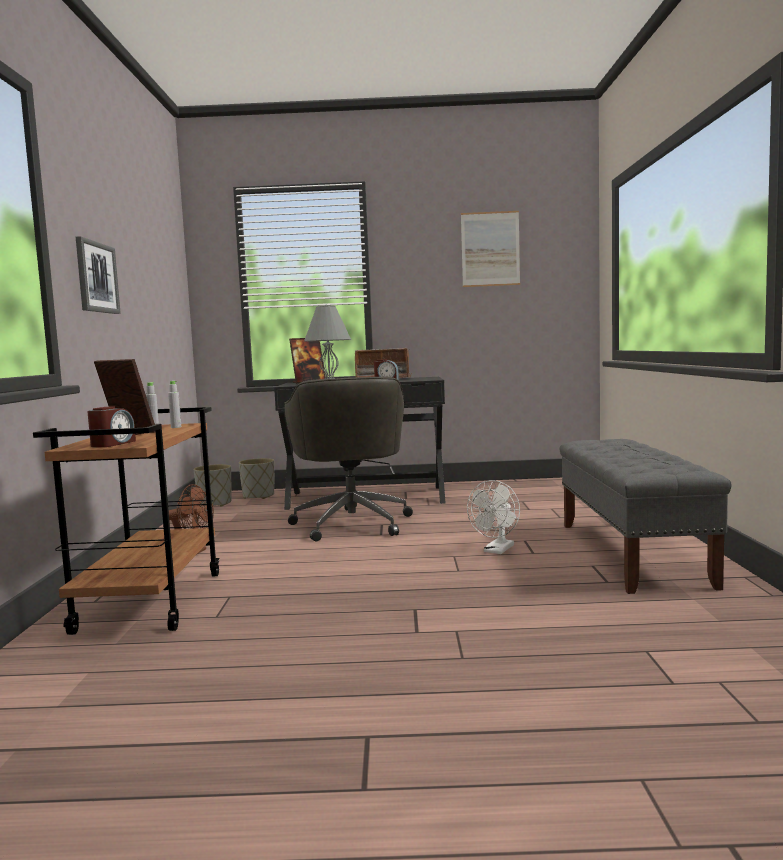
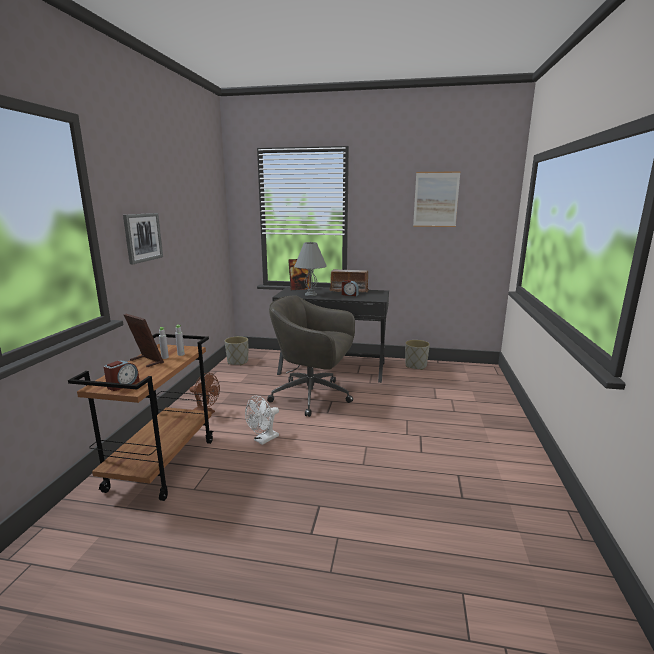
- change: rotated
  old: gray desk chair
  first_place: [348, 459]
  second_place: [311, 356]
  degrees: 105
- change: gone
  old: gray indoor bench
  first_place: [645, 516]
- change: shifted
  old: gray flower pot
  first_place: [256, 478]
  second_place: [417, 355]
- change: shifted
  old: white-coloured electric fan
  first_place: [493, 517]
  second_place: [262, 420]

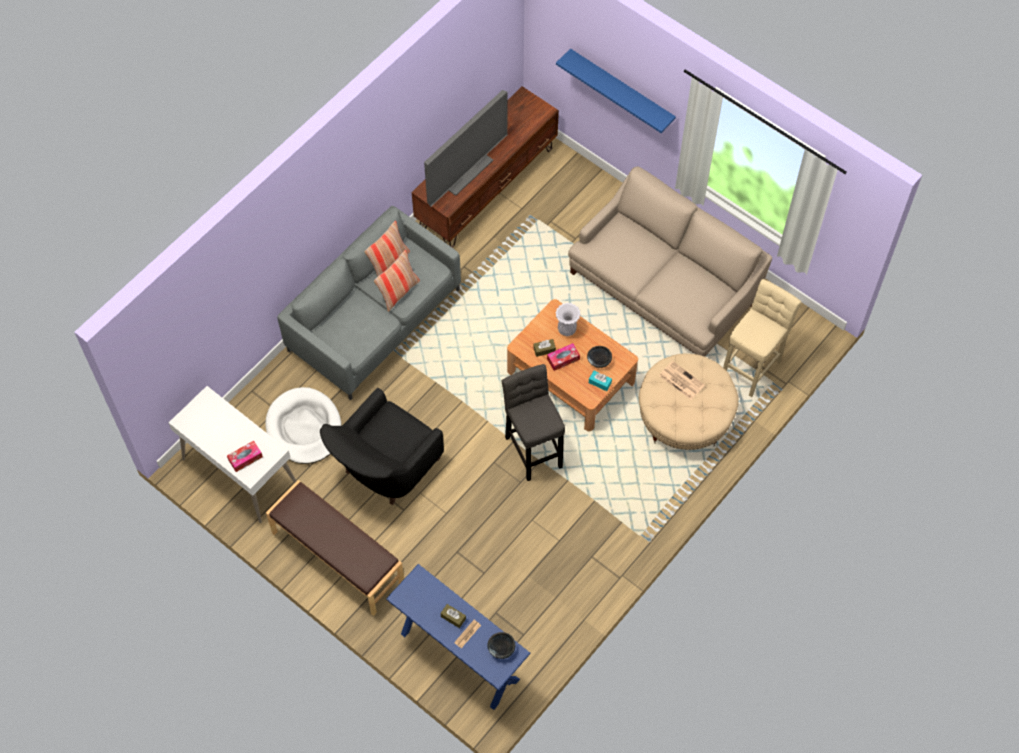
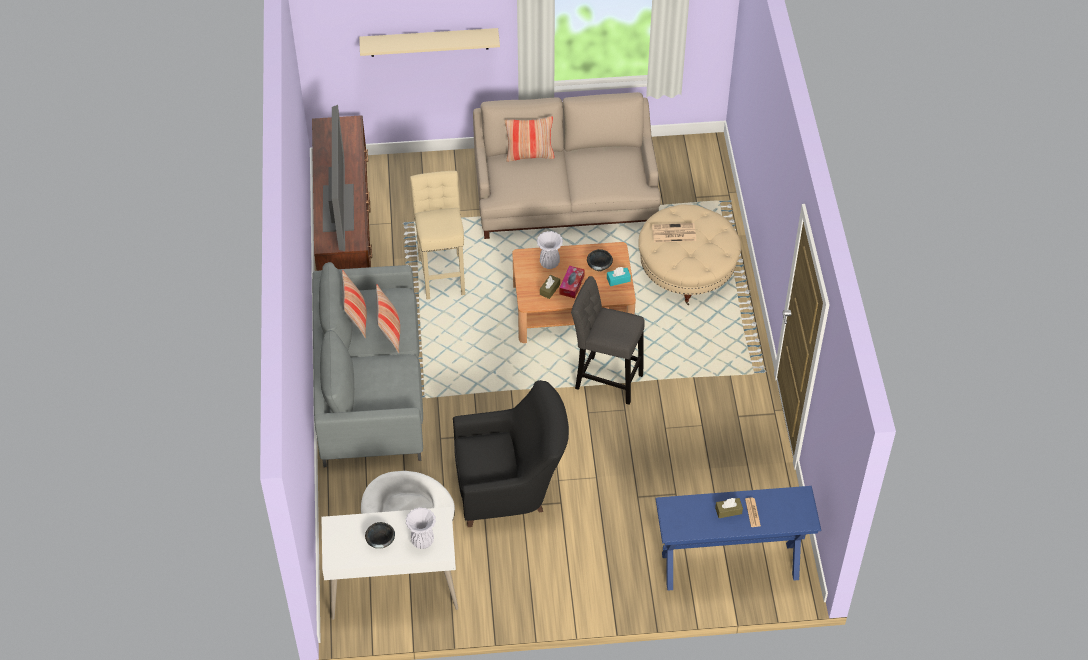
- change: repainted
  old: bluish shelf
  new: sand-coloured shelf
  first_place: [616, 91]
  second_place: [429, 42]
- change: shifted
  old: sand-coloured stool seat
  first_place: [762, 338]
  second_place: [437, 235]
- change: rotated
  old: black-coloured armchair
  first_place: [382, 446]
  second_place: [511, 453]
  degrees: -90
- change: swapped
  old: tissue holder
  new: white-coloured vase
  first_place: [245, 456]
  second_place: [421, 528]
- change: gone
  old: brown indoor bench
  first_place: [335, 548]
- change: shifted
  old: black-coloured serving bowl
  first_place: [501, 645]
  second_place: [380, 535]
- change: new
  new: throw pillow
  second_place: [530, 139]

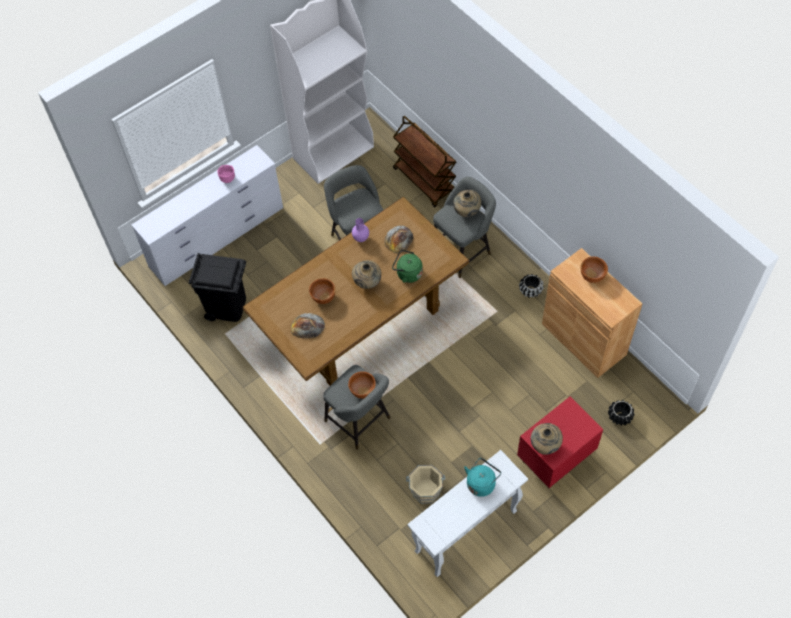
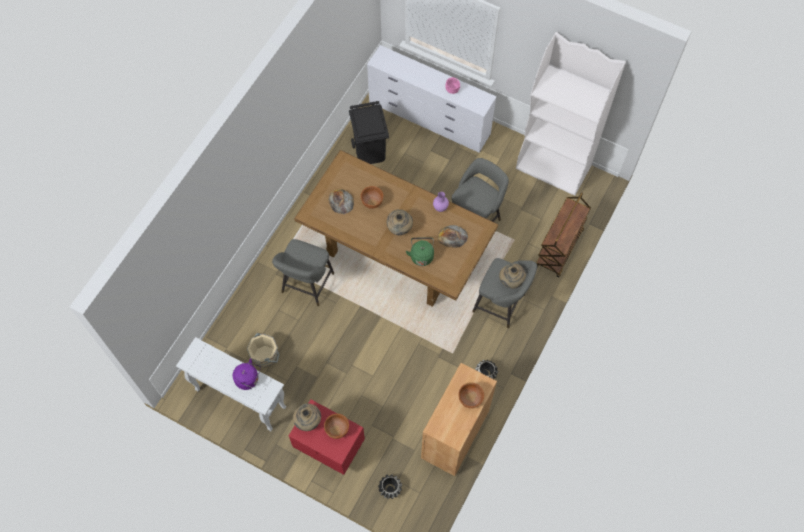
- change: shifted
  old: brown serving bowl
  first_place: [362, 385]
  second_place: [336, 426]
- change: repainted
  old: blue-green tea kettle
  new: purple-coloured tea kettle
  first_place: [482, 477]
  second_place: [247, 374]

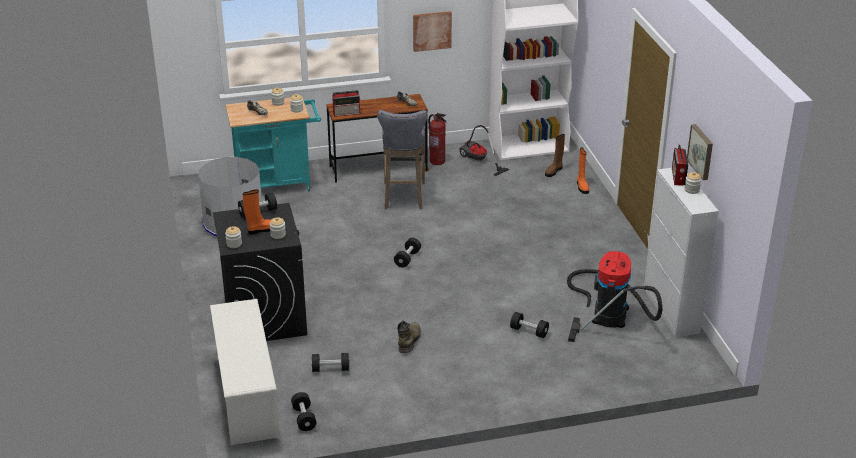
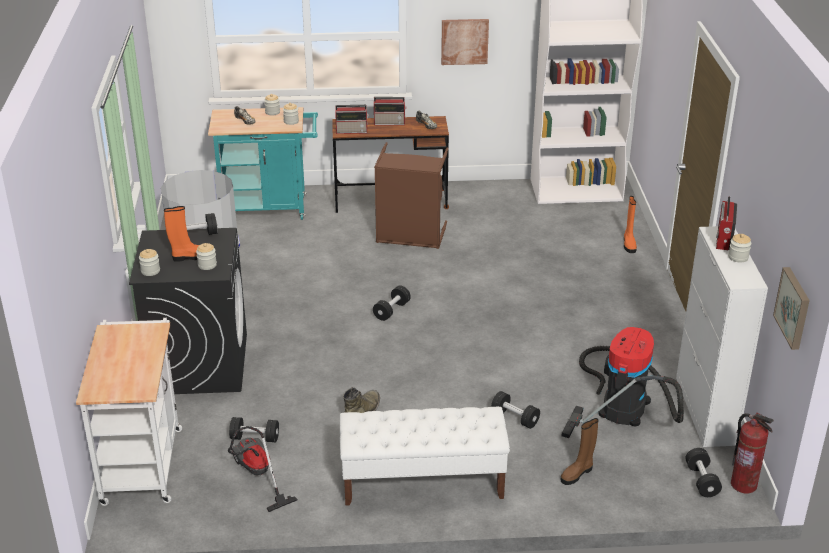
- change: swapped
  old: gray stool seat
  new: brown laundry basket
  first_place: [402, 160]
  second_place: [411, 195]
- change: shifted
  old: fire extinguisher
  first_place: [437, 139]
  second_place: [752, 453]
- change: shifted
  old: picture
  first_place: [700, 152]
  second_place: [791, 308]
- change: shifted
  old: hoover
  first_place: [484, 150]
  second_place: [263, 469]
- change: shifted
  old: brown tall boot
  first_place: [555, 155]
  second_place: [579, 451]
- change: swapped
  old: white-coloured shoe rack
  new: white-coloured wheeled cart
  first_place: [245, 372]
  second_place: [129, 412]
- change: shifted
  old: black-coloured free weight
  first_place: [304, 411]
  second_place: [703, 472]
- change: new
  new: radio receiver
  second_place: [390, 111]
- change: new
  new: white-coloured indoor bench
  second_place: [425, 456]

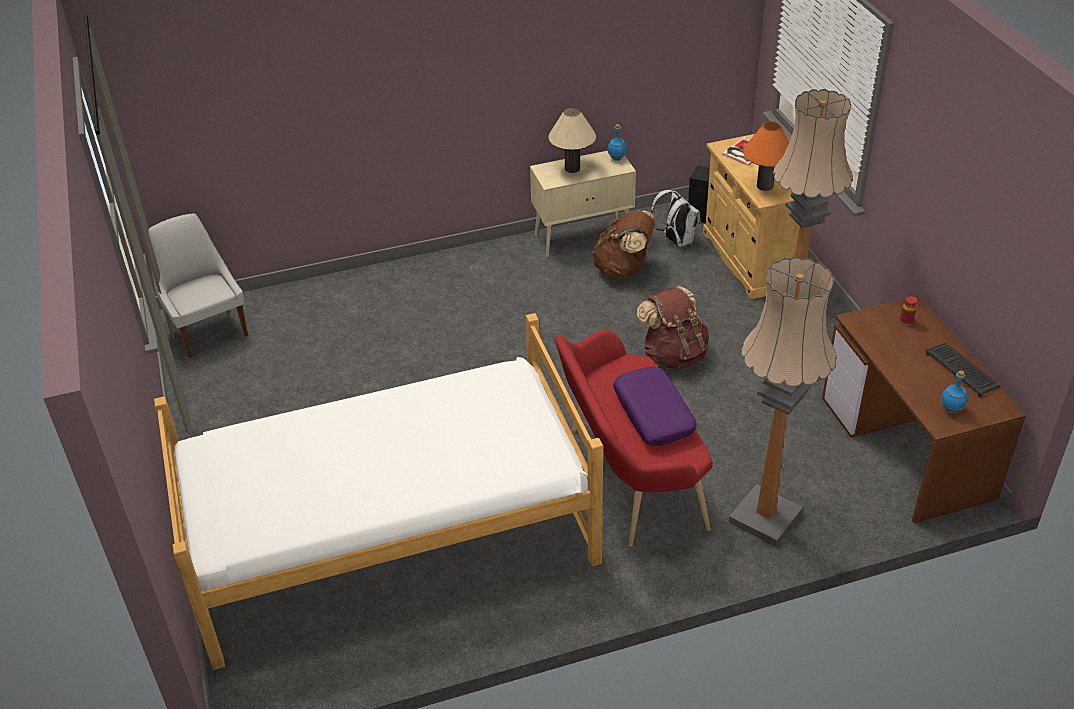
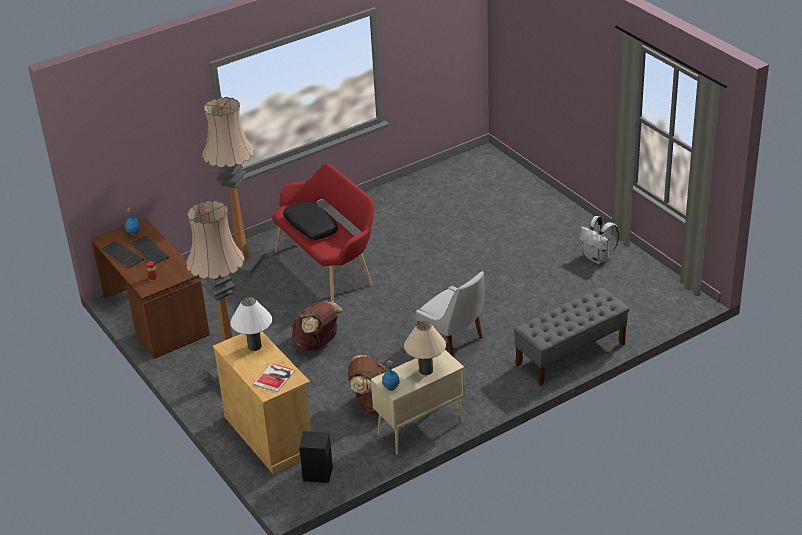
- change: repainted
  old: orange-coloured lamp for a table
  new: white-coloured lamp for a table
  first_place: [766, 156]
  second_place: [251, 324]
- change: shifted
  old: white-coloured rucksack
  first_place: [675, 218]
  second_place: [599, 240]
- change: shifted
  old: white-coloured chair
  first_place: [198, 286]
  second_place: [450, 314]
- change: gone
  old: bedroom bed
  first_place: [378, 491]
- change: repainted
  old: purple-coloured throw pillow
  new: black-coloured throw pillow
  first_place: [655, 406]
  second_place: [310, 220]
- change: new
  new: computer keyboard
  second_place: [150, 250]
- change: new
  new: gray indoor bench
  second_place: [572, 337]

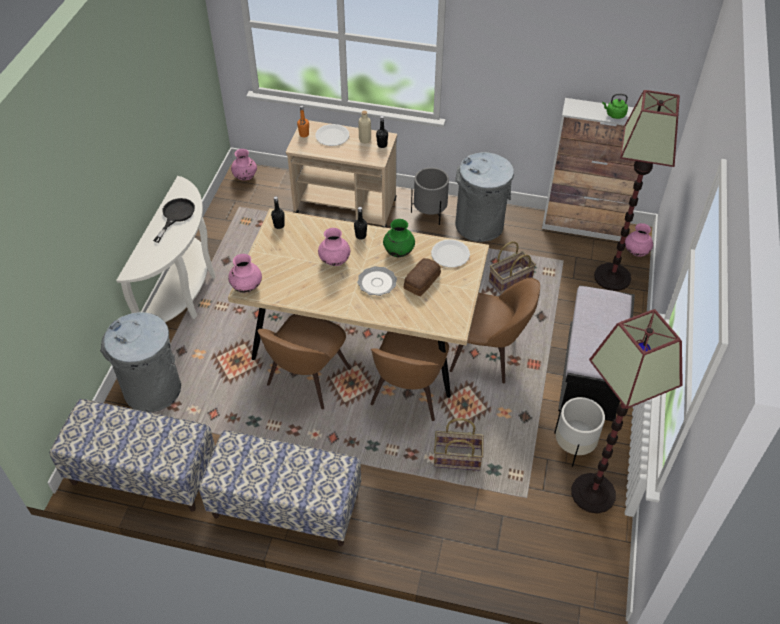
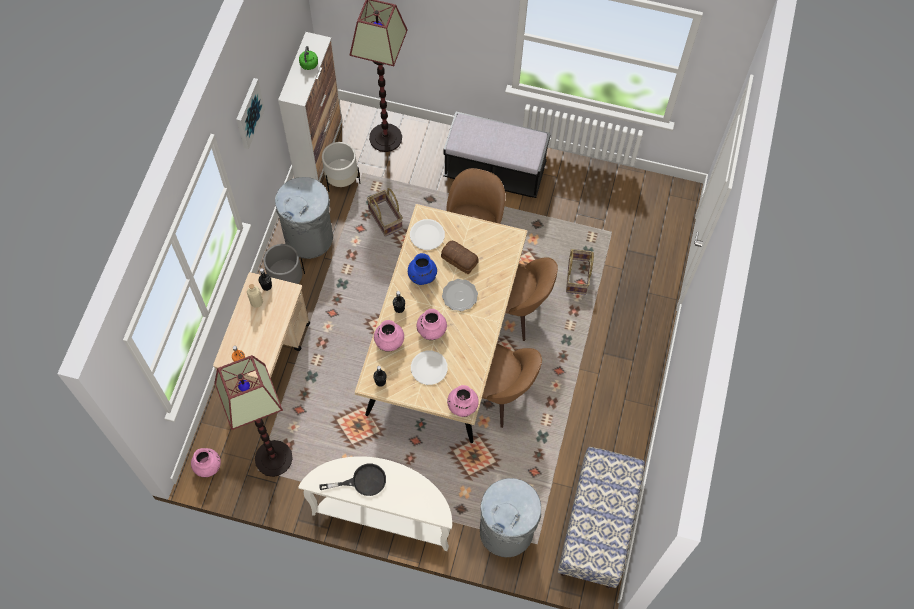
- change: shifted
  old: white-coloured flat dish
  first_place: [332, 135]
  second_place: [429, 368]
- change: rotated
  old: black-coloured pan
  first_place: [174, 220]
  second_place: [352, 480]
  degrees: 150
- change: repainted
  old: green vase
  new: bluish vase
  first_place: [399, 238]
  second_place: [422, 269]
- change: shifted
  old: pink-coloured vase
  first_place: [639, 240]
  second_place: [389, 336]
- change: shifted
  old: standing lamp
  first_place: [627, 411]
  second_place: [253, 416]
- change: shifted
  old: white-coloured flower pot
  first_place: [579, 432]
  second_place: [341, 167]
- change: gone
  old: indoor bench
  first_place: [280, 488]
- change: new
  new: picture
  second_place: [250, 113]

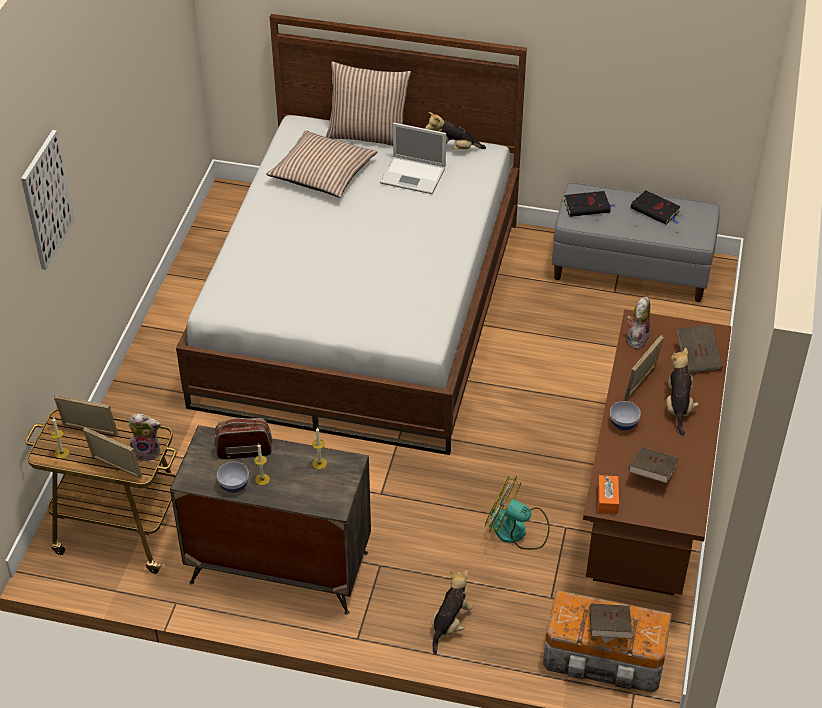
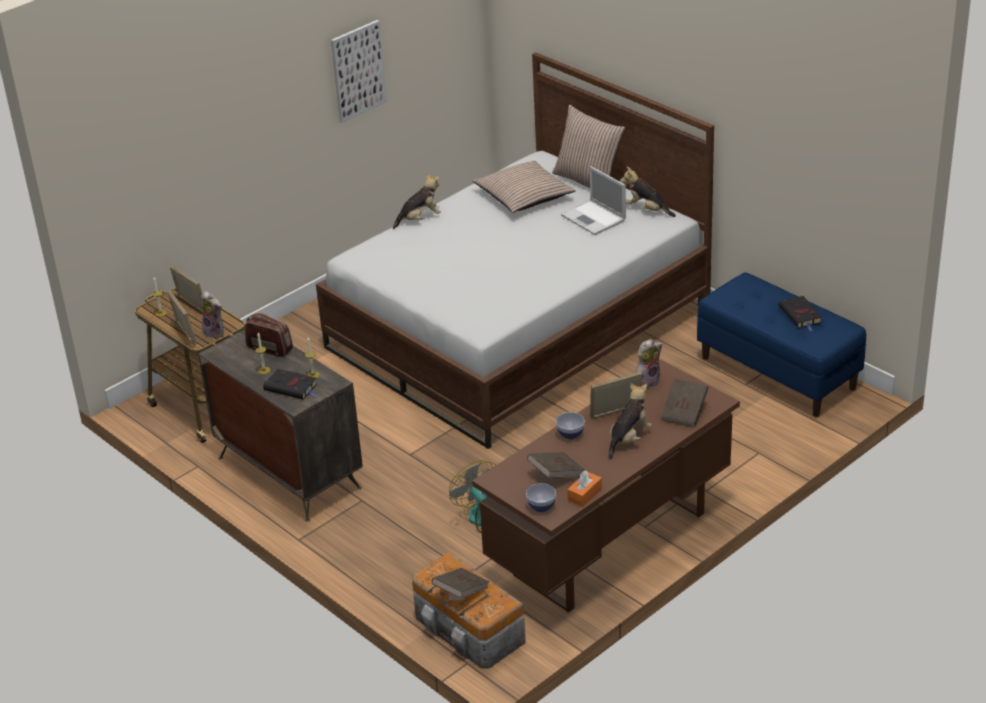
- change: shifted
  old: picture
  first_place: [48, 200]
  second_place: [359, 71]
- change: repainted
  old: gray indoor bench
  new: bluish indoor bench
  first_place: [636, 242]
  second_place: [781, 344]
- change: shifted
  old: black-coloured book
  first_place: [590, 204]
  second_place: [290, 384]
- change: shifted
  old: serving bowl
  first_place: [233, 477]
  second_place: [541, 497]
- change: shifted
  old: orange-coloured tissue holder
  first_place: [608, 494]
  second_place: [584, 488]
- change: shifted
  old: soft toy
  first_place: [452, 612]
  second_place: [417, 201]

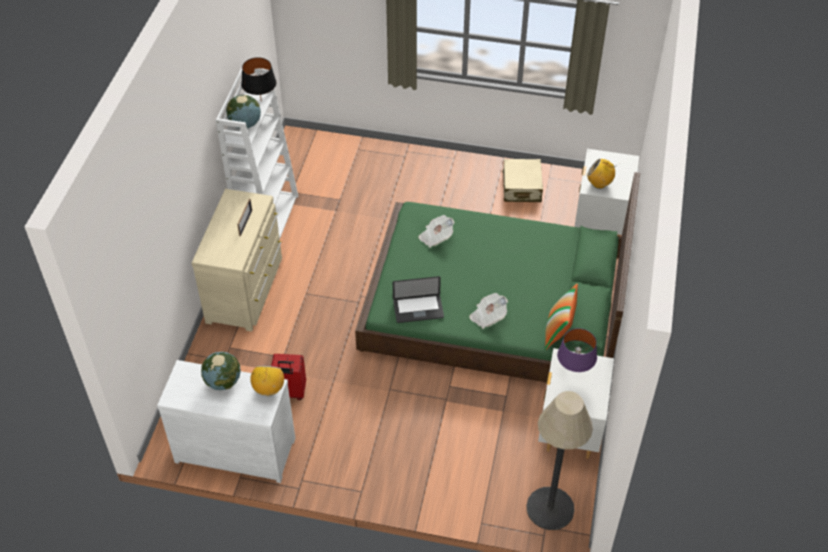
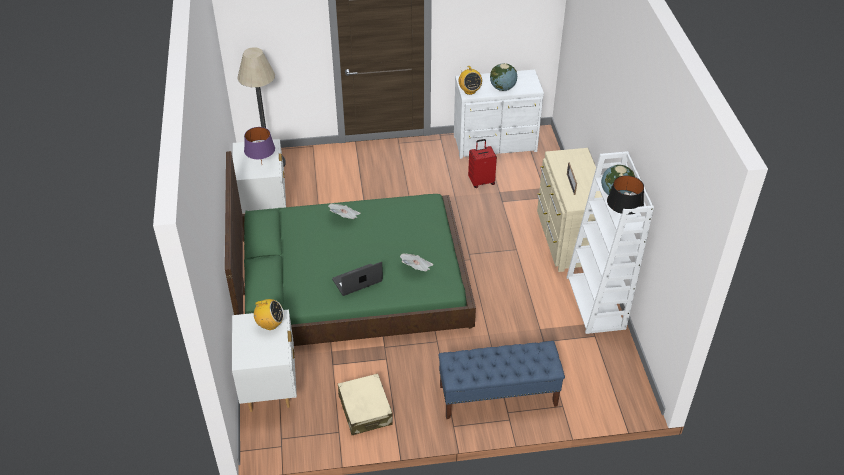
- change: shifted
  old: laptop
  first_place: [418, 299]
  second_place: [357, 279]
- change: gone
  old: throw pillow
  first_place: [561, 317]
- change: new
  new: bluish indoor bench
  second_place: [502, 380]

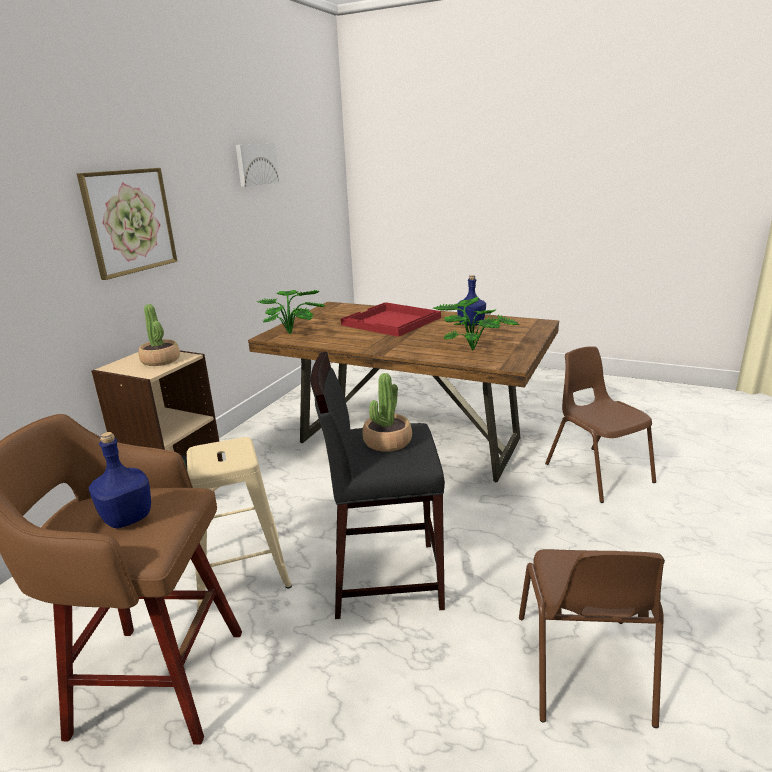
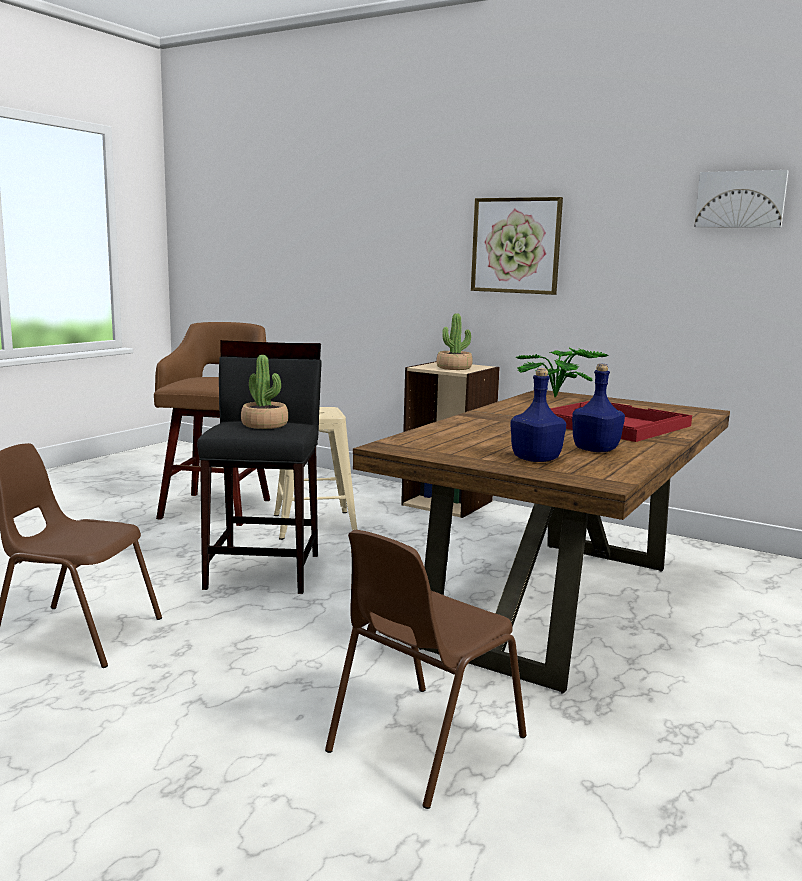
- change: gone
  old: plant in a pot
  first_place: [476, 324]
- change: rotated
  old: brown chair
  first_place: [600, 424]
  second_place: [425, 669]
  degrees: 150
- change: shifted
  old: bluish bottle
  first_place: [120, 480]
  second_place: [538, 415]

